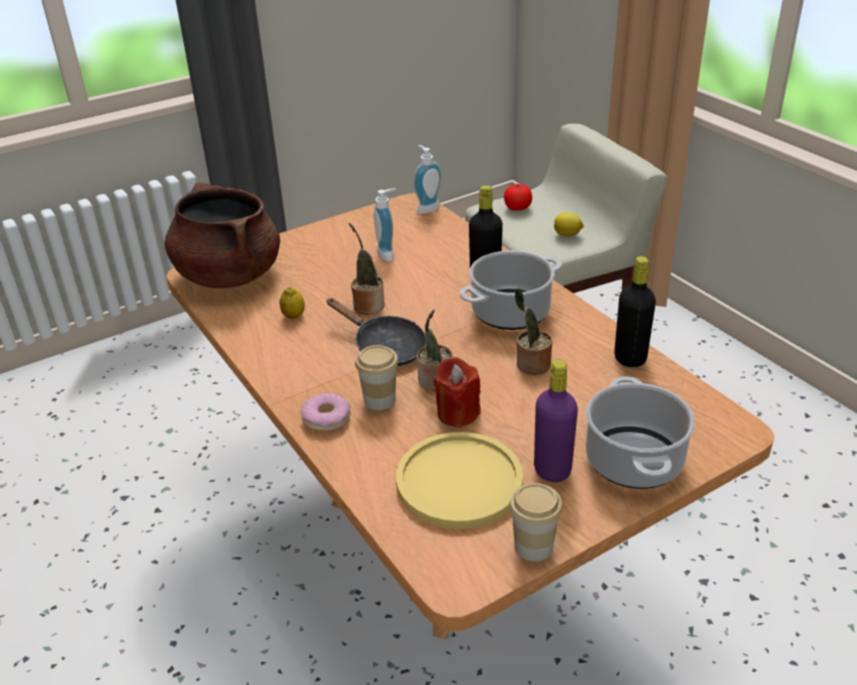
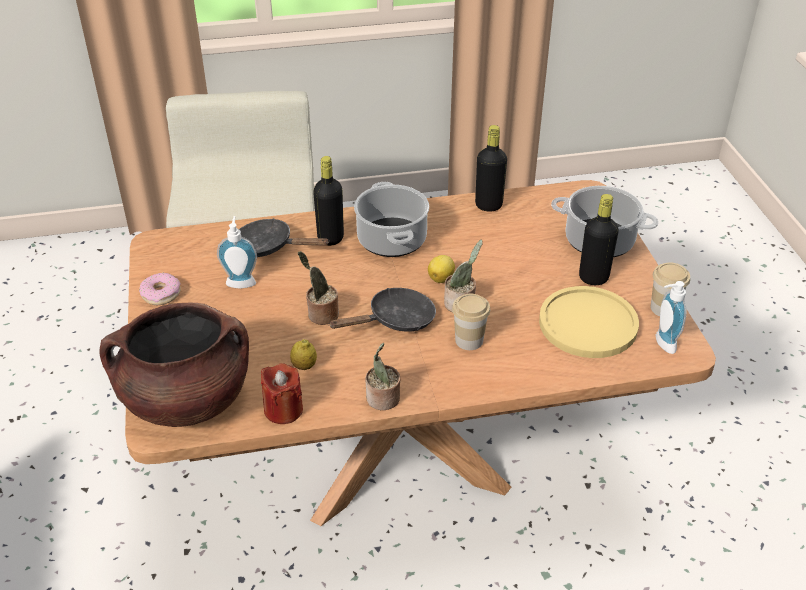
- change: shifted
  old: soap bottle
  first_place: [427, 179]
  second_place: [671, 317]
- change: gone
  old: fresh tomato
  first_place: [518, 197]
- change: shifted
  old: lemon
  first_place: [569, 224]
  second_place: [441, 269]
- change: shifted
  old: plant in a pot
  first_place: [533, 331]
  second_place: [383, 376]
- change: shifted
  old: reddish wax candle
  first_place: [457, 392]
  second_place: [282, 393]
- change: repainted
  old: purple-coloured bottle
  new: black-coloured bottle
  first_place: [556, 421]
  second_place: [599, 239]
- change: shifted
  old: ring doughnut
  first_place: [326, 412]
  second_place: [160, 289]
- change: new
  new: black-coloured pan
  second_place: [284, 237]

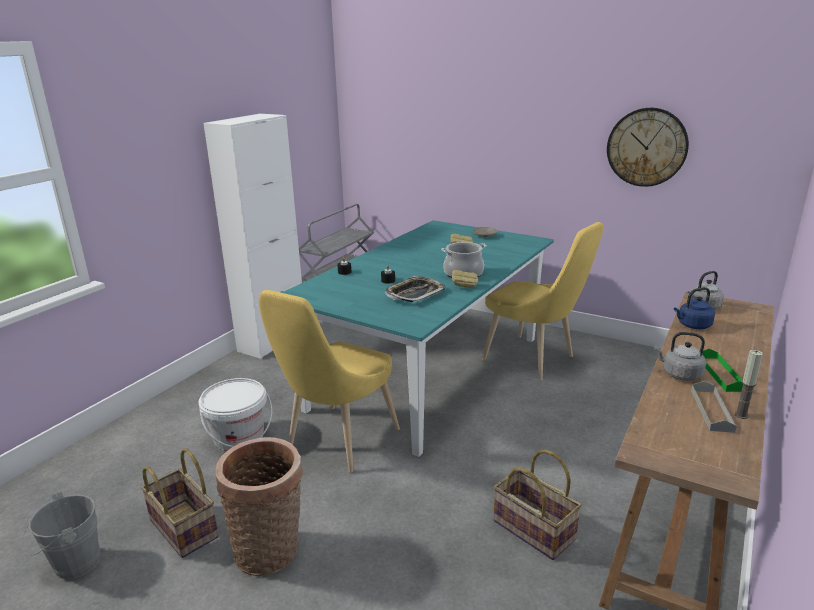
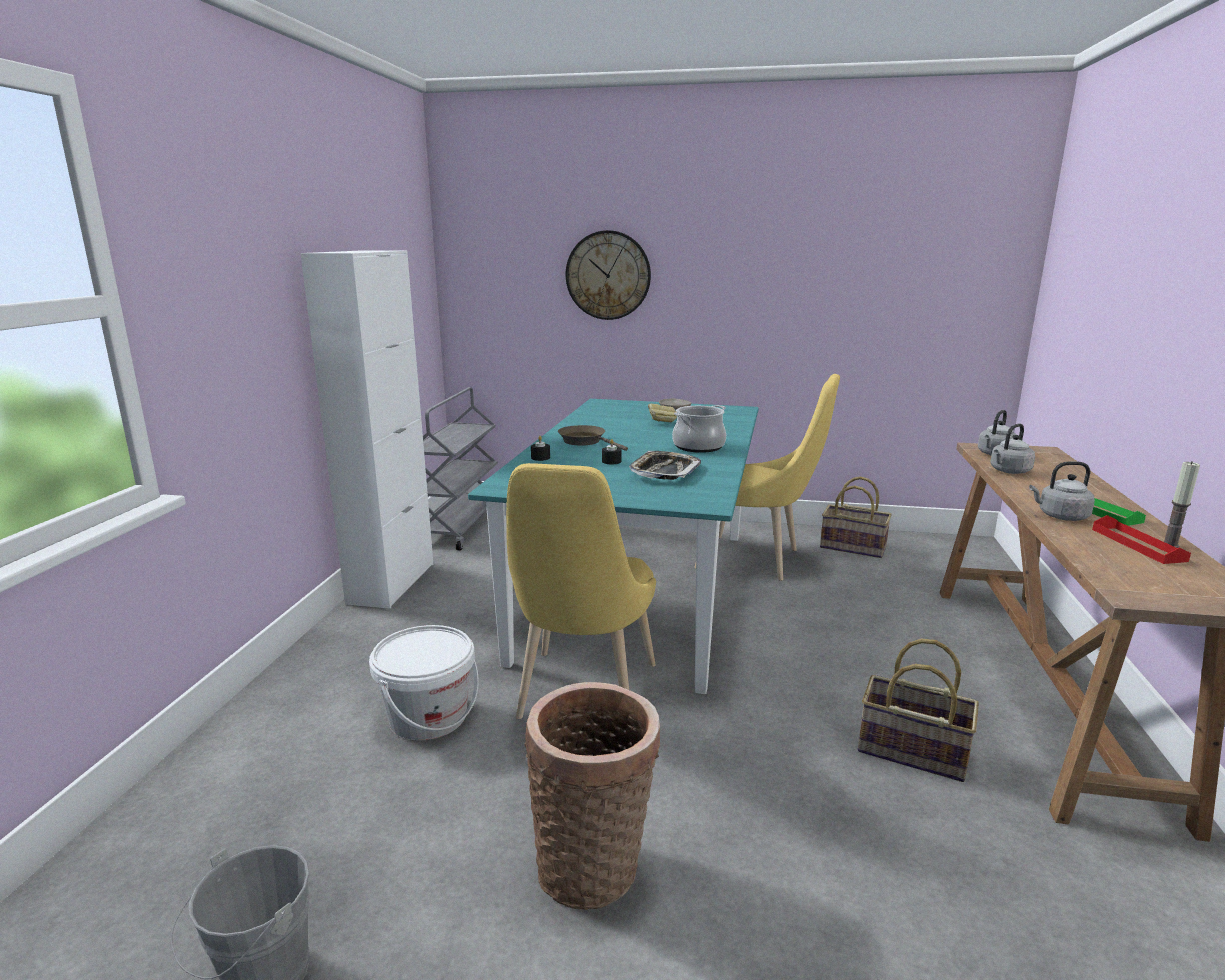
- change: shifted
  old: hanging clock
  first_place: [648, 147]
  second_place: [608, 275]
- change: gone
  old: bread
  first_place: [464, 279]
- change: repainted
  old: bluish tea kettle
  new: gray tea kettle
  first_place: [694, 308]
  second_place: [1012, 449]
- change: repainted
  old: gray tray
  new: reddish tray
  first_place: [714, 407]
  second_place: [1141, 539]
- change: shifted
  old: basket
  first_place: [180, 503]
  second_place: [856, 517]
- change: new
  new: brown pan
  second_place: [593, 438]

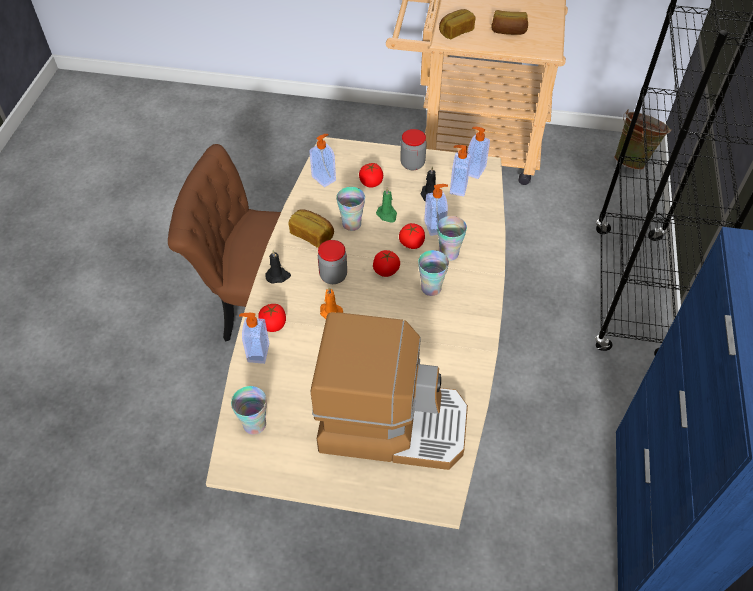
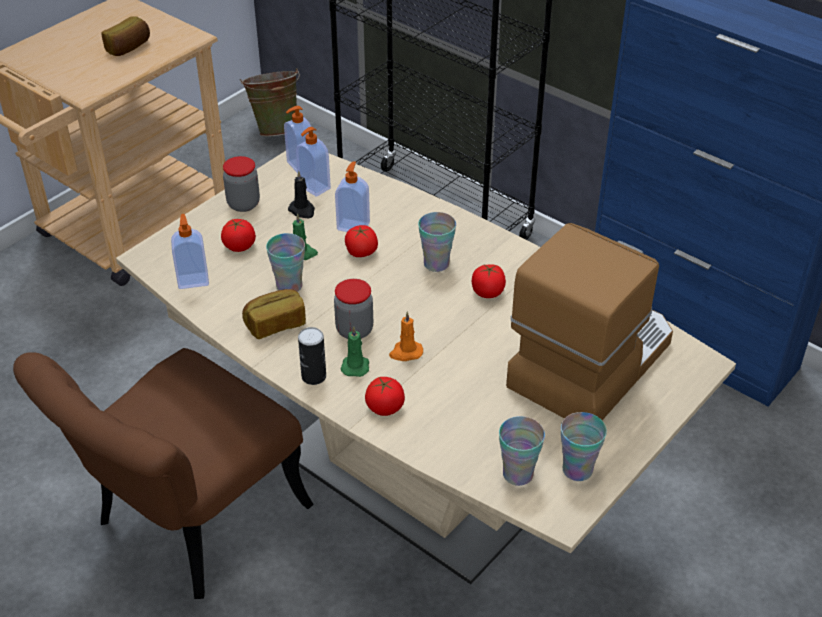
- change: gone
  old: bread
  first_place: [457, 24]
- change: shifted
  old: drinking cup
  first_place: [452, 238]
  second_place: [584, 446]
- change: swapped
  old: black-coloured wax candle
  new: can
  first_place: [278, 267]
  second_place: [312, 356]
- change: shifted
  old: fresh tomato
  first_place: [386, 263]
  second_place: [488, 281]
- change: gone
  old: soap bottle
  first_place: [254, 338]
- change: new
  new: green wax candle
  second_place: [355, 351]

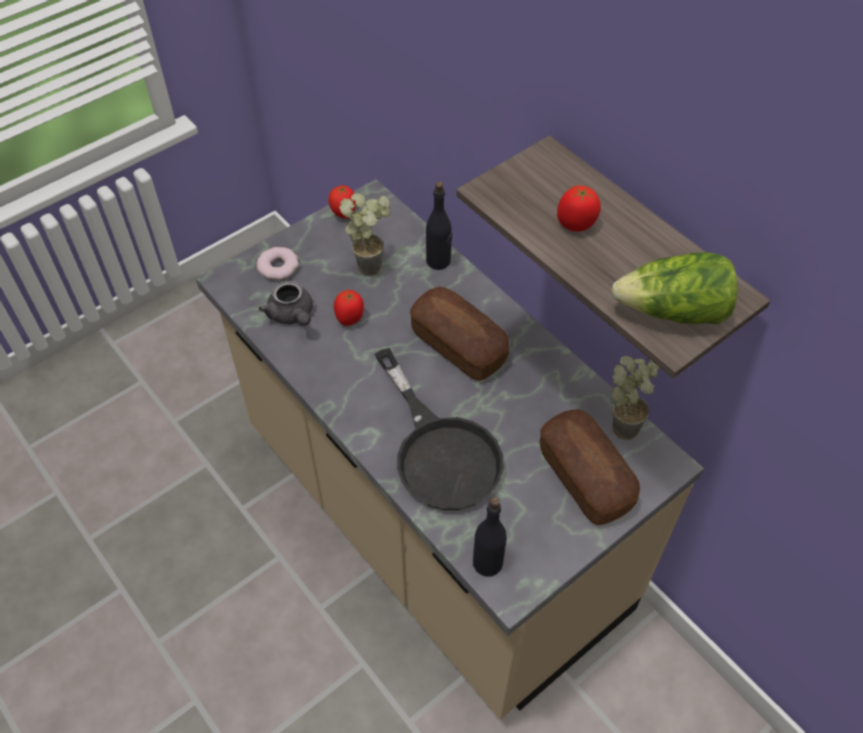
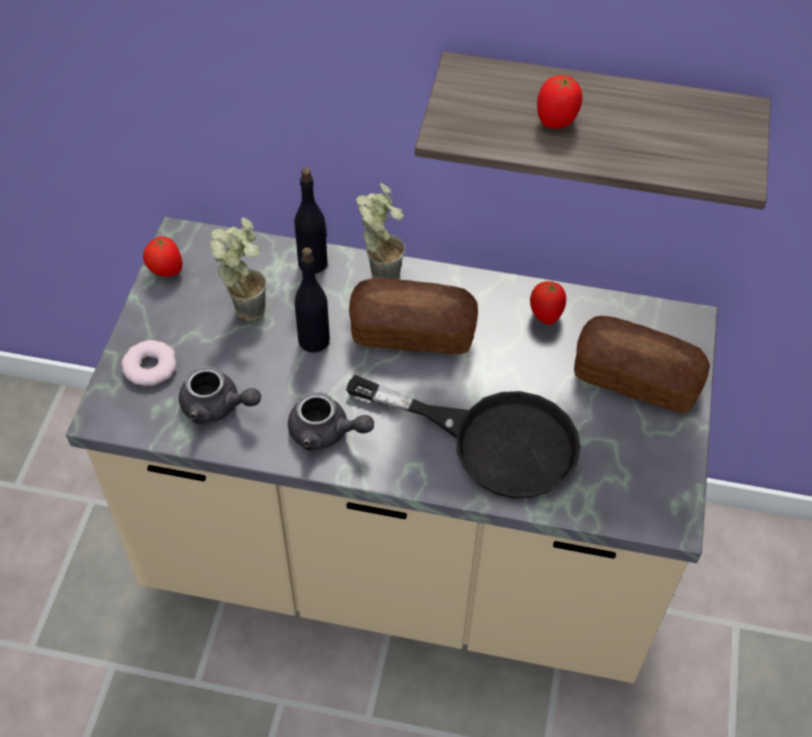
- change: gone
  old: lettuce head
  first_place: [674, 288]
- change: shifted
  old: fresh tomato
  first_place: [349, 308]
  second_place: [548, 303]
- change: shifted
  old: plant in a pot
  first_place: [635, 398]
  second_place: [380, 231]
- change: shifted
  old: black-coloured bottle
  first_place: [490, 536]
  second_place: [312, 300]
- change: new
  new: gray pot for tea
  second_place: [331, 421]

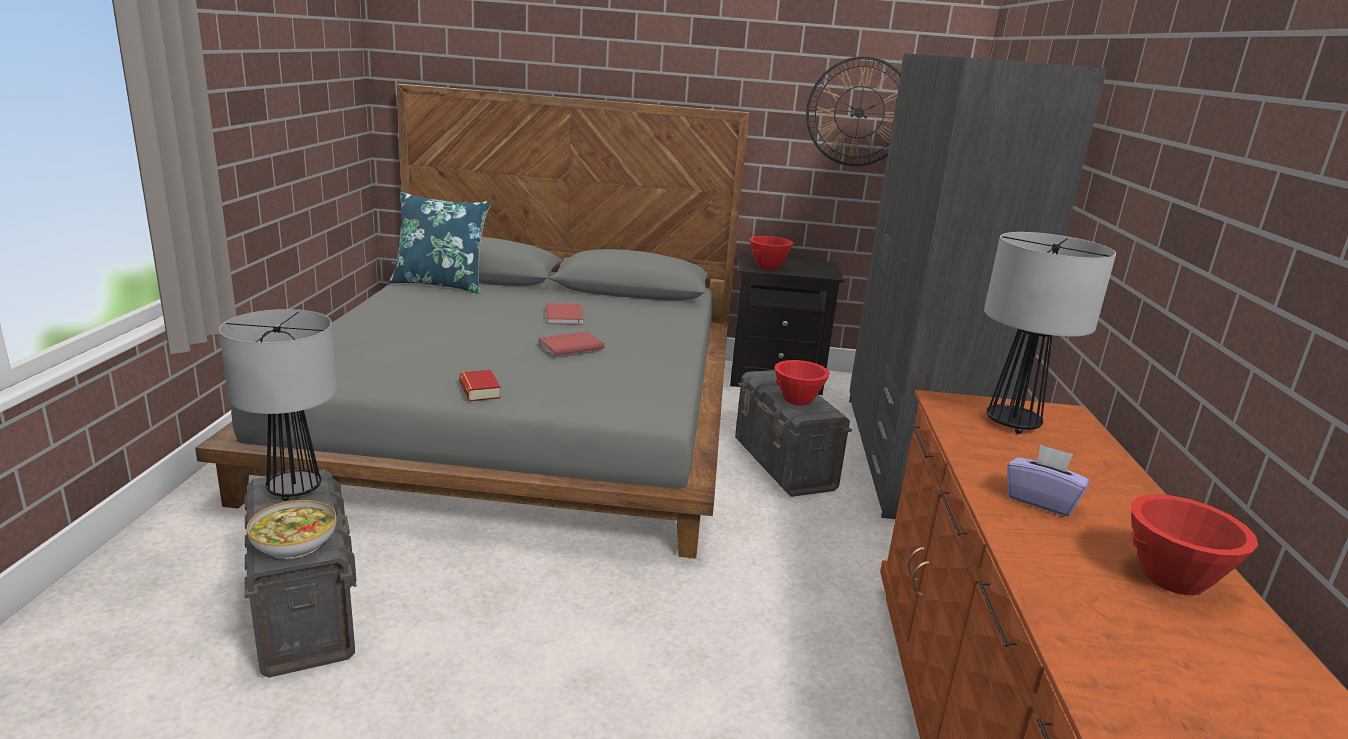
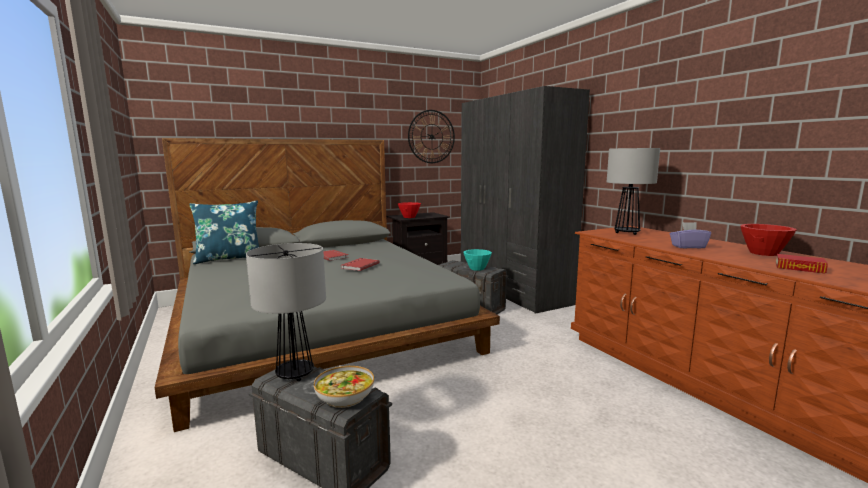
- change: repainted
  old: reddish serving bowl
  new: blue-green serving bowl
  first_place: [802, 383]
  second_place: [477, 260]
- change: shifted
  old: book
  first_place: [480, 385]
  second_place: [802, 264]

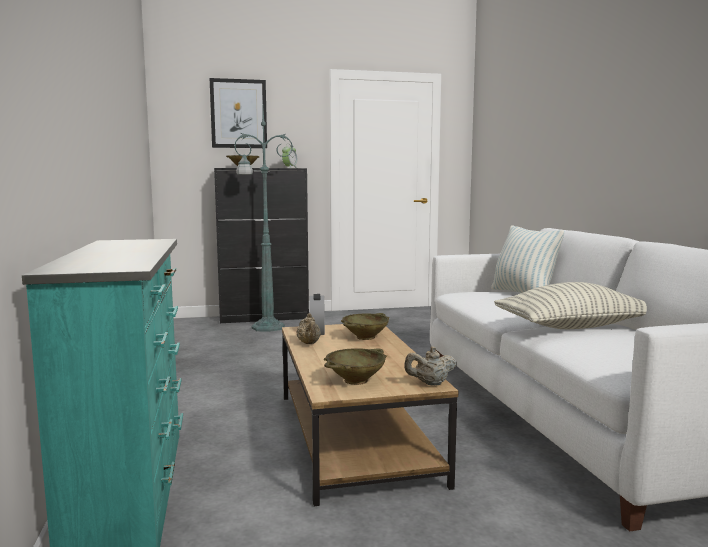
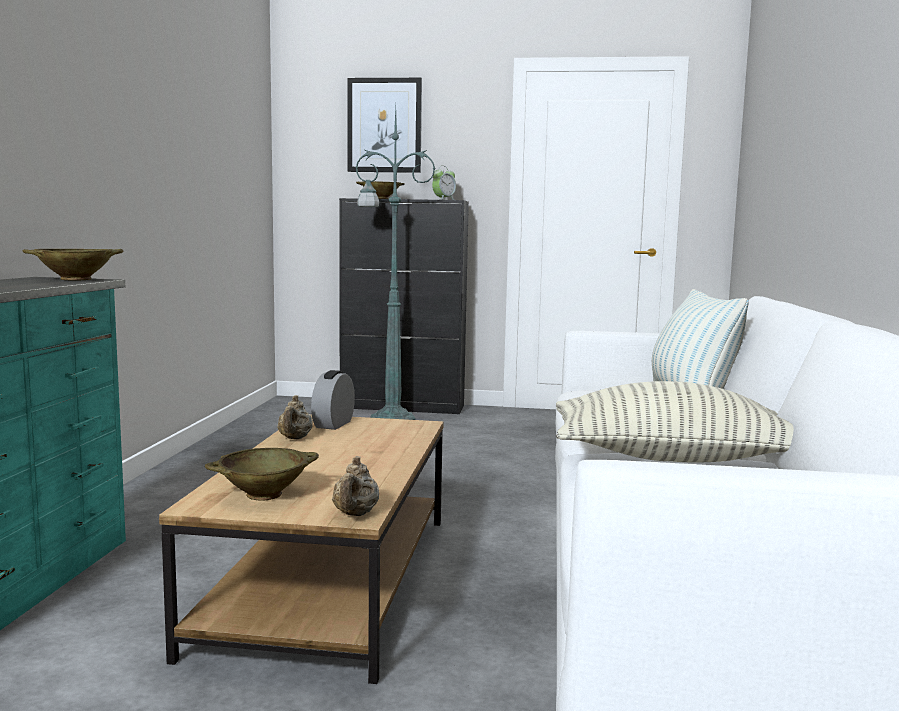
- change: shifted
  old: sand-coloured serving bowl
  first_place: [365, 326]
  second_place: [73, 264]
- change: rotated
  old: sand-coloured pot for tea
  first_place: [430, 365]
  second_place: [355, 486]
  degrees: -90

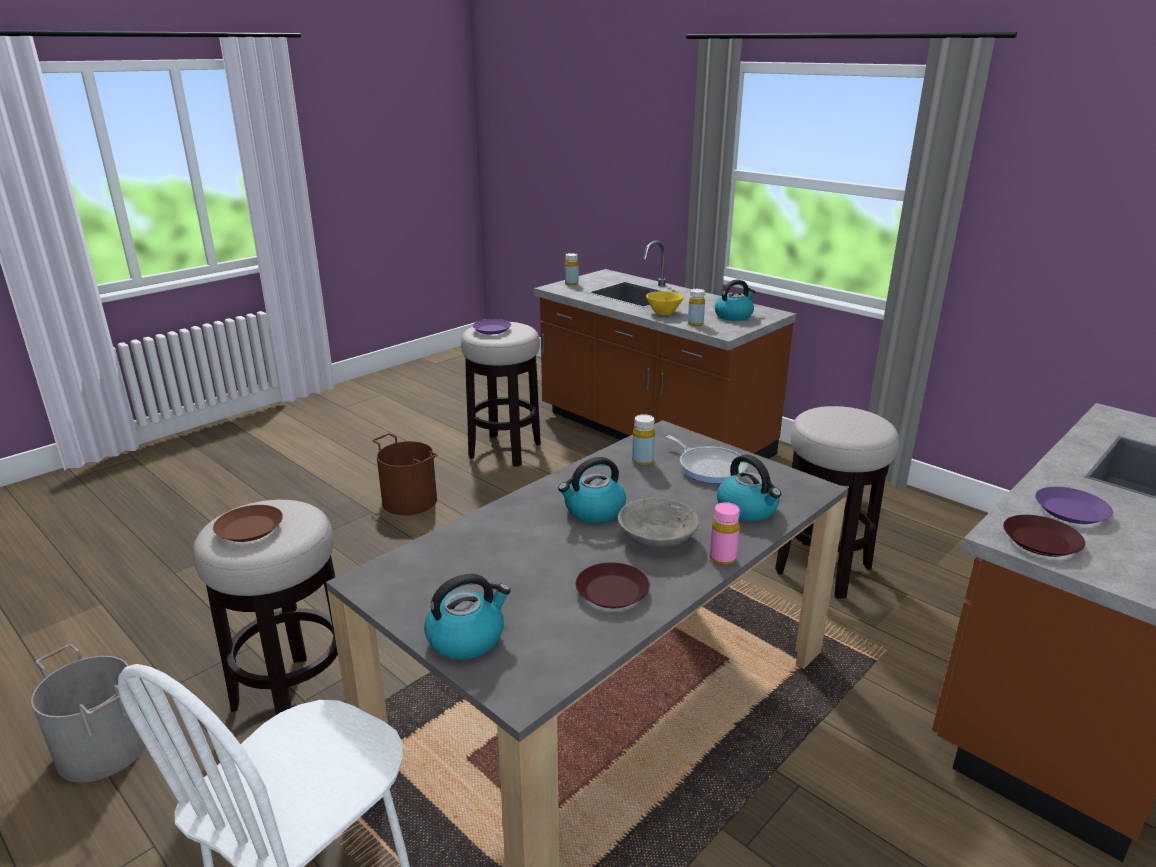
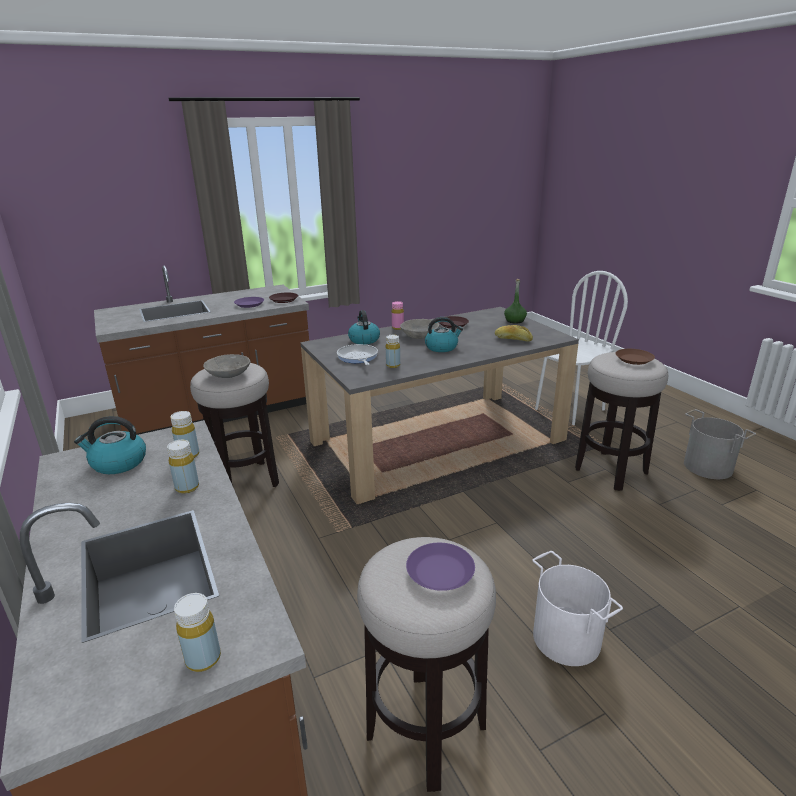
- change: swapped
  old: yellow serving bowl
  new: yellow bottle
  first_place: [665, 303]
  second_place: [183, 467]
- change: repainted
  old: brown pail
  new: white-coloured pail
  first_place: [404, 474]
  second_place: [577, 608]
- change: swapped
  old: tea kettle
  new: green bottle
  first_place: [467, 617]
  second_place: [515, 301]
- change: new
  new: bread
  second_place: [514, 333]
- change: new
  new: gray serving bowl
  second_place: [227, 366]

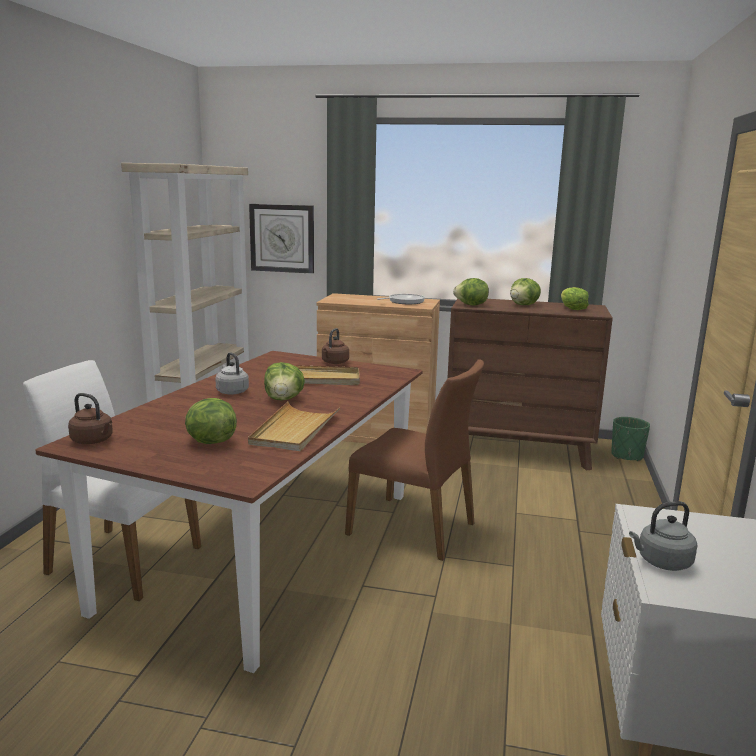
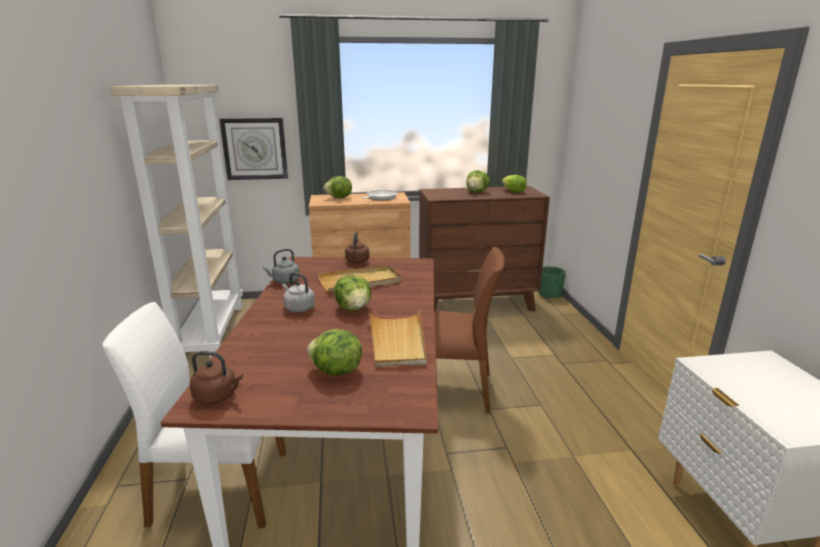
- change: shifted
  old: lettuce head
  first_place: [471, 292]
  second_place: [337, 187]
- change: shifted
  old: gray tea kettle
  first_place: [663, 536]
  second_place: [281, 266]

